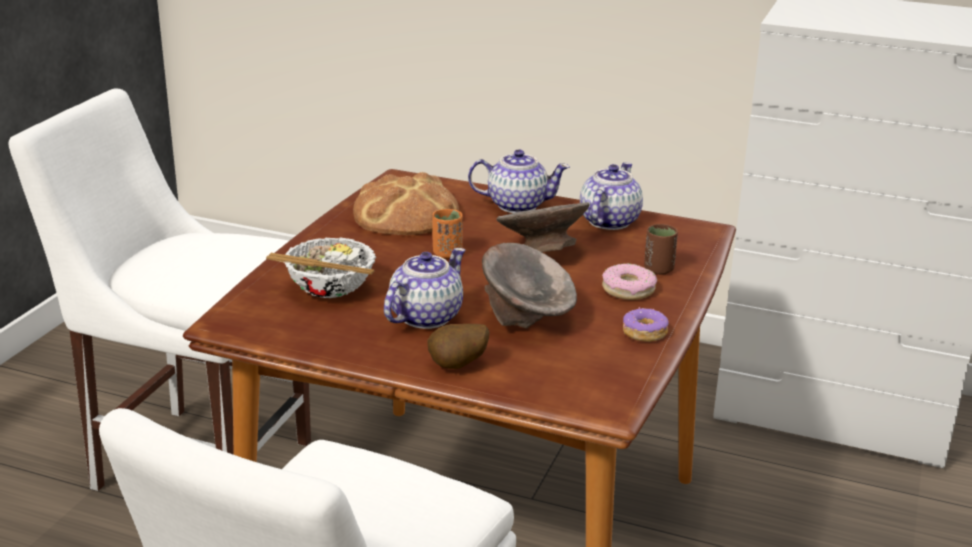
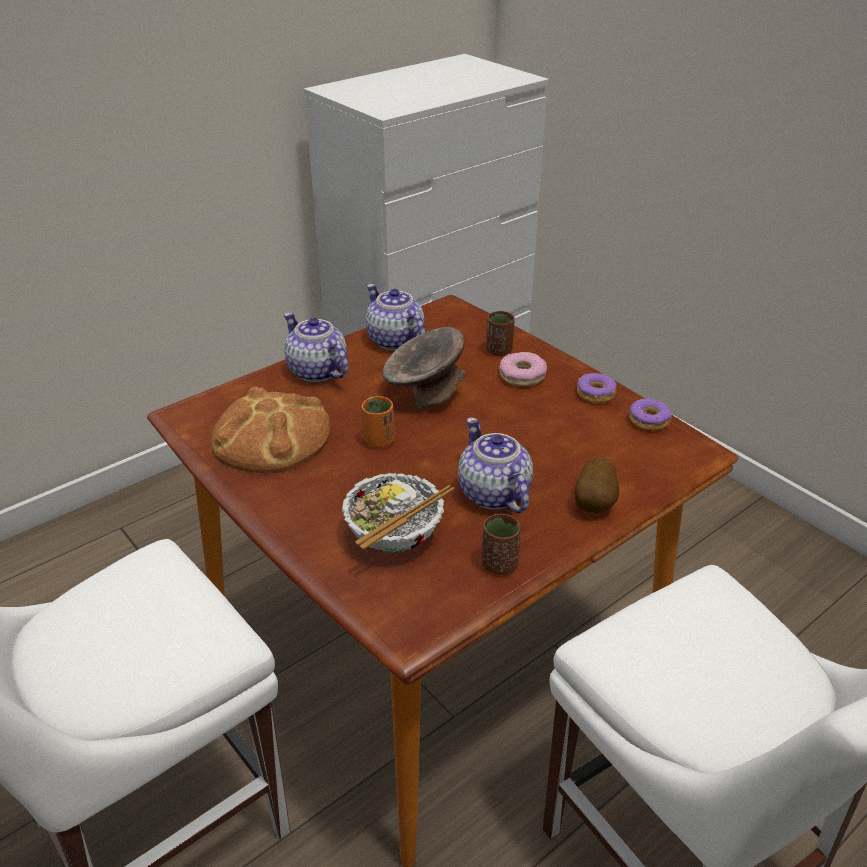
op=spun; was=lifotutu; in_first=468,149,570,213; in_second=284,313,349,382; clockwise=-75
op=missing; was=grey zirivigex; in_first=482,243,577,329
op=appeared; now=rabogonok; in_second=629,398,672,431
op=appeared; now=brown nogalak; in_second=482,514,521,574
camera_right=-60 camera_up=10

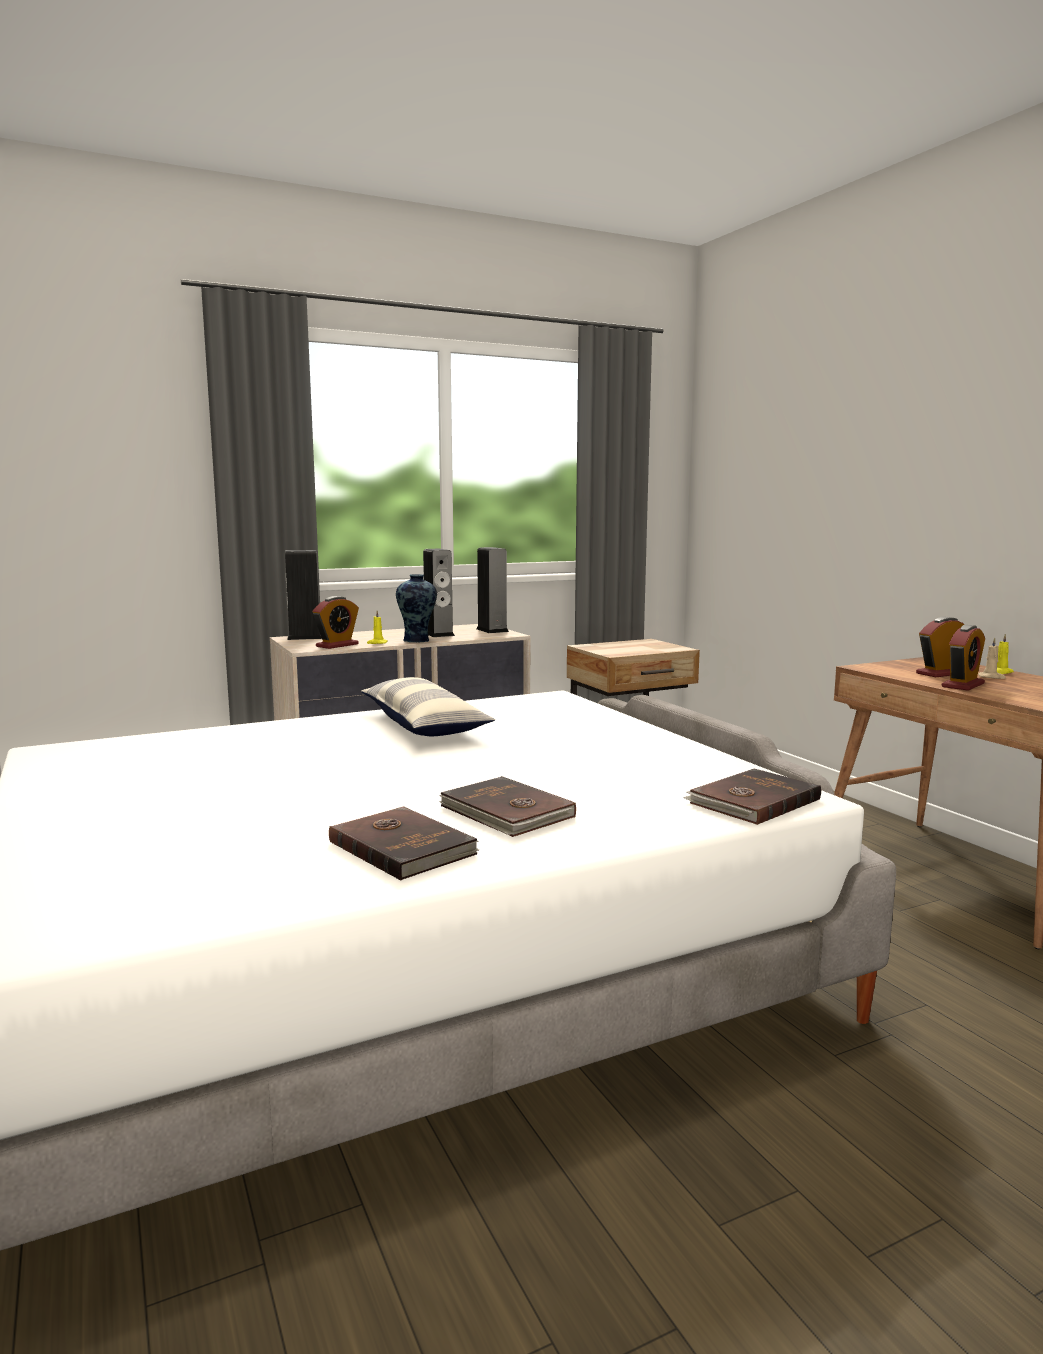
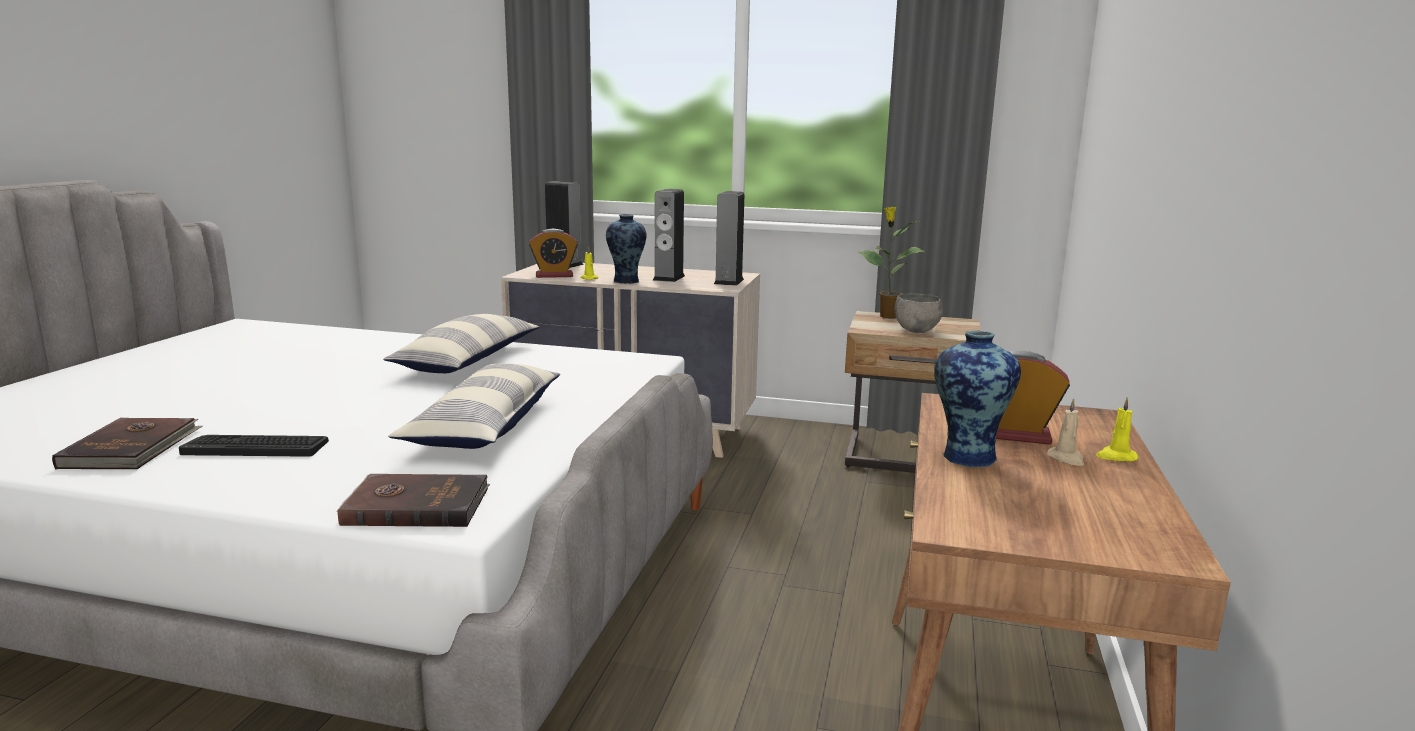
op=exchanged; was=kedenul; now=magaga; in_first=942,625,985,691; in_second=934,331,1021,467
op=exchanged; was=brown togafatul; now=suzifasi; in_first=439,776,576,837; in_second=179,435,329,457
op=appeared; now=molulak; in_second=857,207,925,319
op=appeared; now=grey zirivigex; in_second=895,293,943,333
op=appeared; now=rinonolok; in_second=389,363,560,449
camera_right=40 camera_up=5

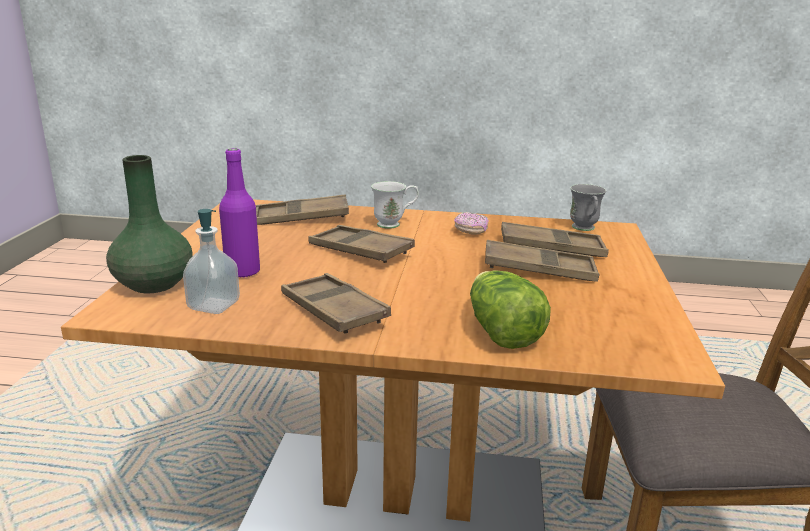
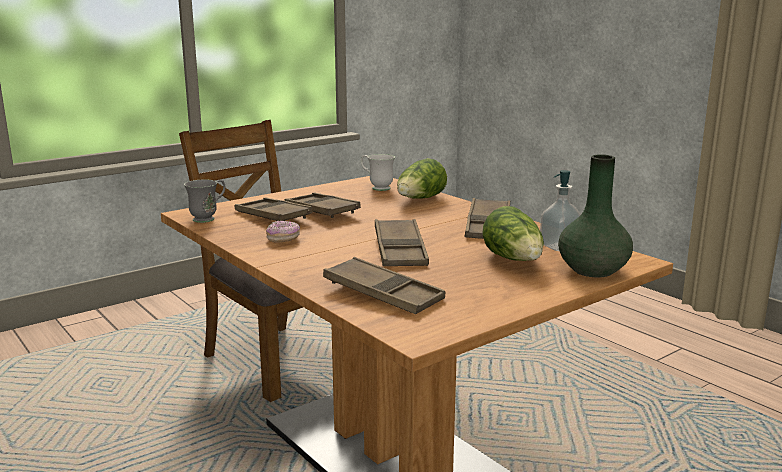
op=exchanged; was=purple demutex; now=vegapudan; in_first=219,148,260,277; in_second=482,206,544,261
op=relocated; was=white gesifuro; in_first=371,181,419,229; in_second=361,154,395,191
camera_right=-135 camera_up=-5

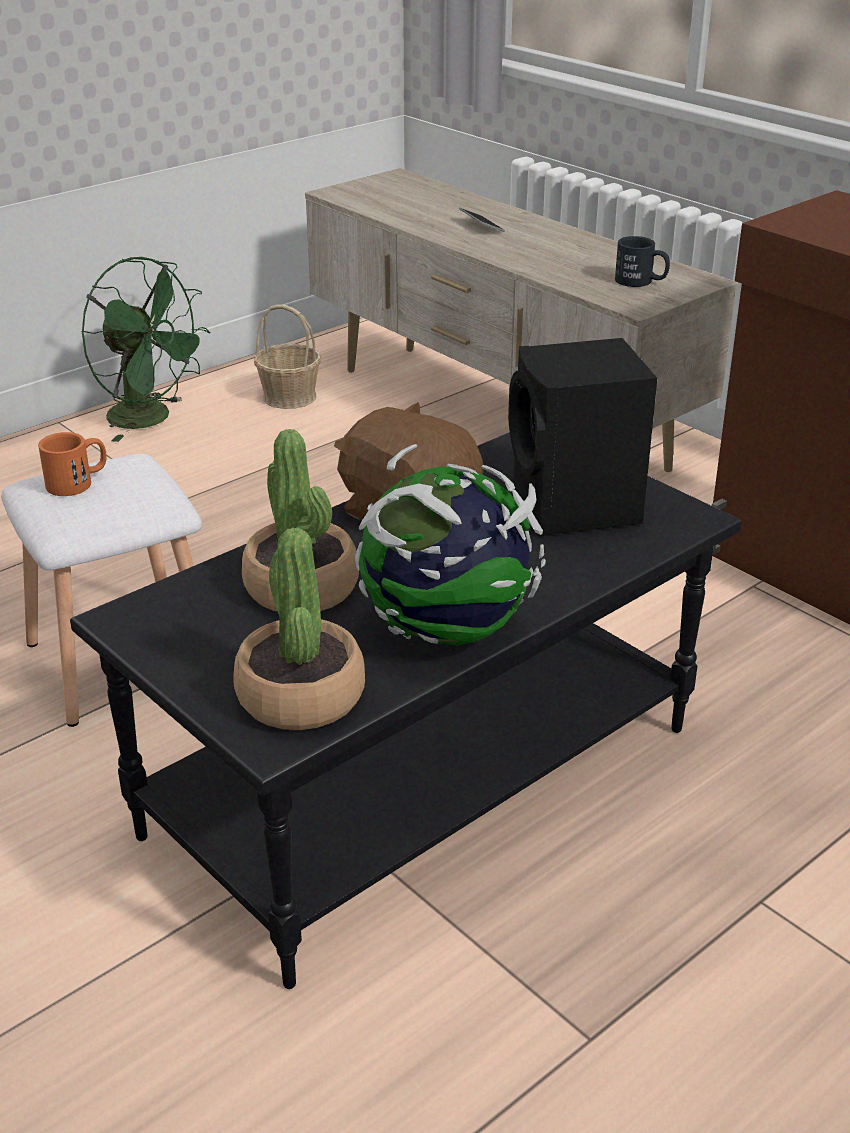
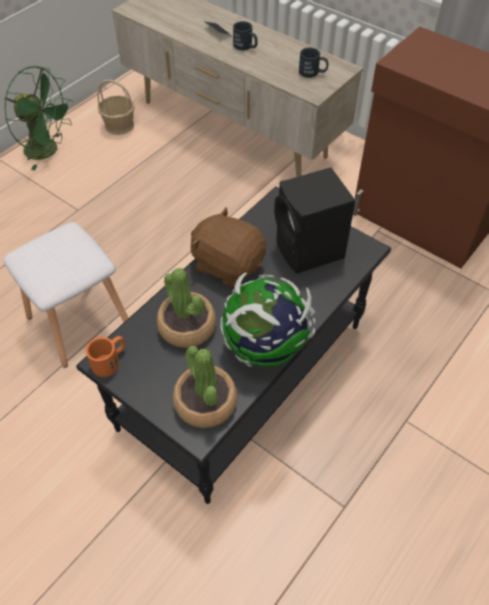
op=relocated; was=orange gesifuro; in_first=38,432,107,496; in_second=86,336,125,377
op=appeared; now=black gesifuro; in_second=233,21,258,50
camera_right=-10 camera_up=20

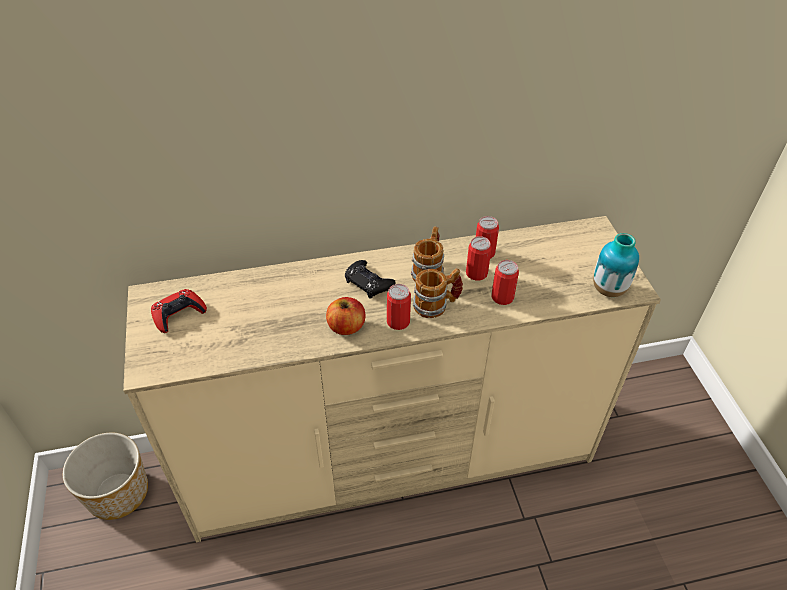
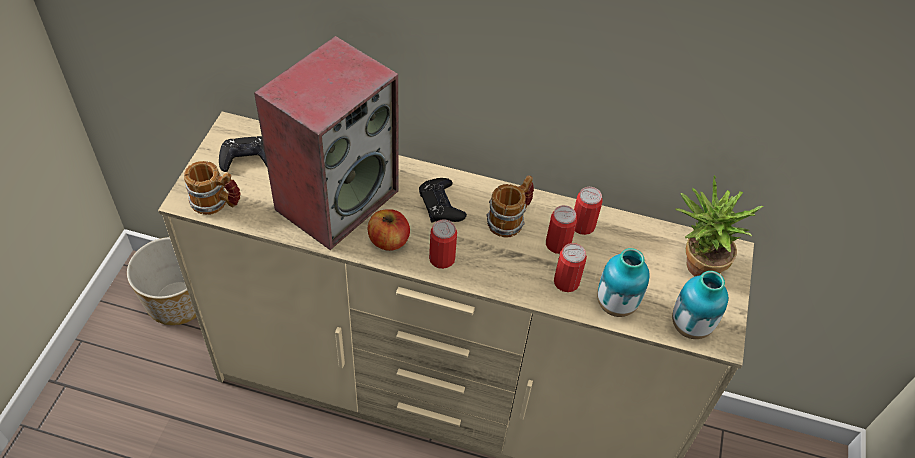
op=relocated; was=gesifuro; in_first=413,268,463,318; in_second=184,161,241,215
op=colour; was=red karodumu; now=black karodumu; in_first=151,289,207,333; in_second=219,136,267,172
op=appeared; now=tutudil; in_second=254,36,399,250
op=appeared; now=molulak; in_second=675,175,763,276
op=appeared; now=magaga; in_second=597,248,649,317
camera_right=25 camera_up=5

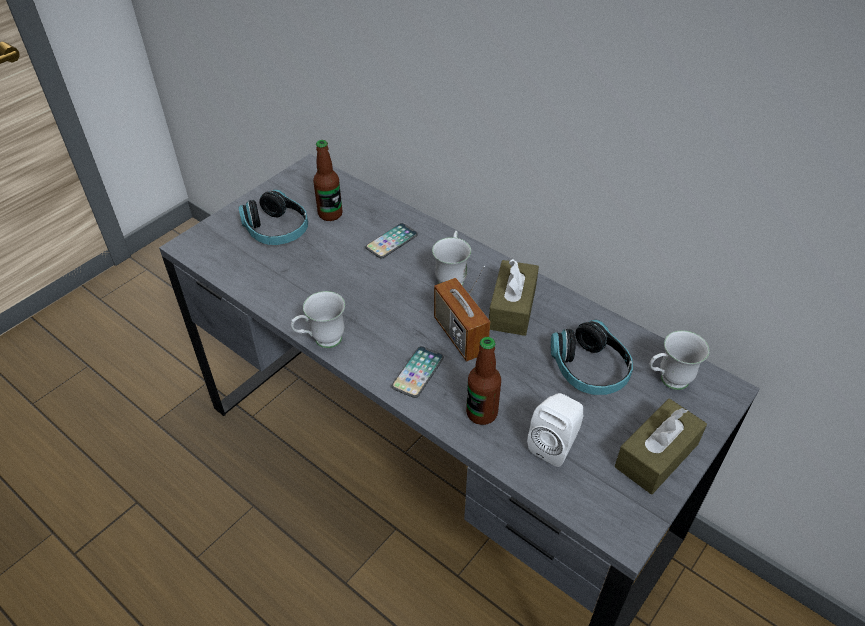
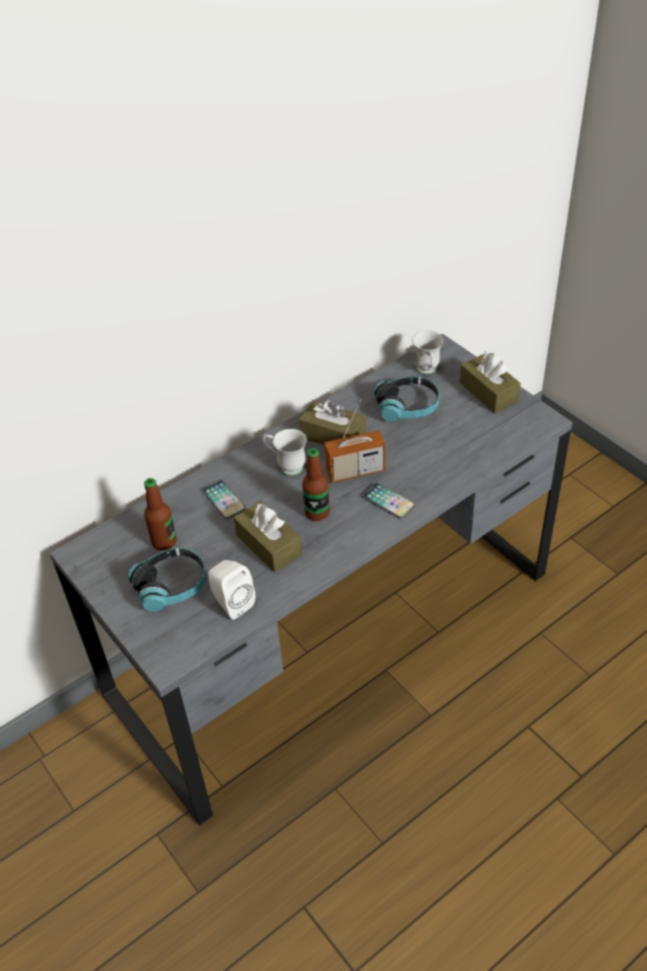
op=missing; was=white gesifuro; in_first=291,291,345,348
op=relocated; was=demutex; in_first=466,337,501,425; in_second=302,448,330,521
op=relocated; was=white tutudil; in_first=527,393,584,467; in_second=208,560,255,620
op=appeared; now=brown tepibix; in_second=234,501,302,573
camera_right=-75 camera_up=0

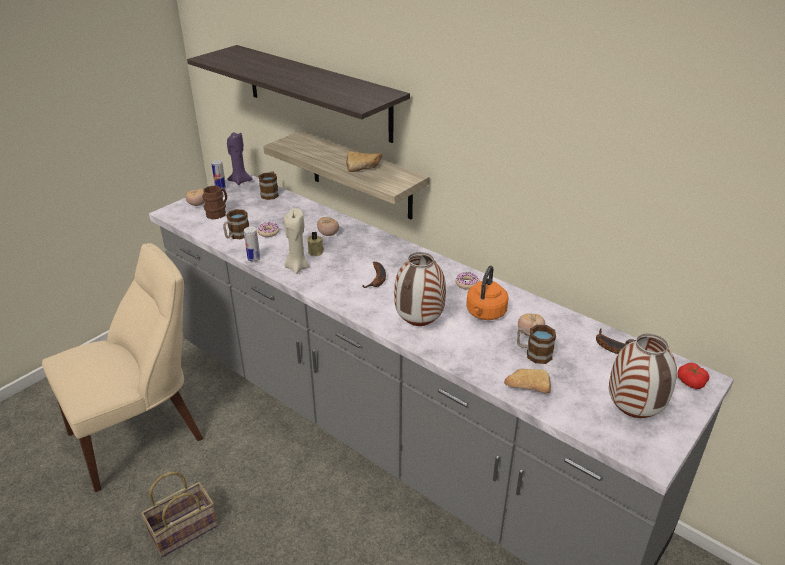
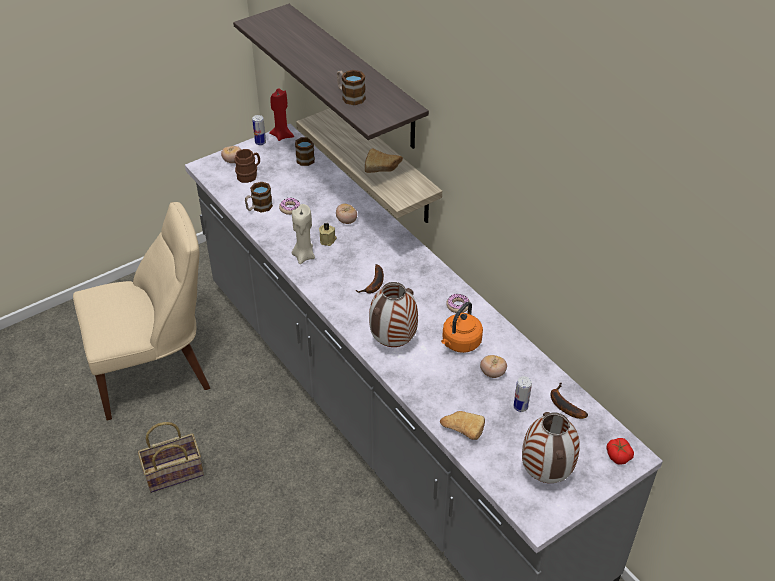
op=colour; was=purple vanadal; now=red vanadal; in_first=227,132,252,185; in_second=269,88,294,141
op=relocated; was=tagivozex; in_first=244,227,260,262; in_second=513,376,532,412
op=relocated; was=gesifuro; in_first=517,325,556,364; in_second=337,70,366,105
camera_right=15 camera_up=10

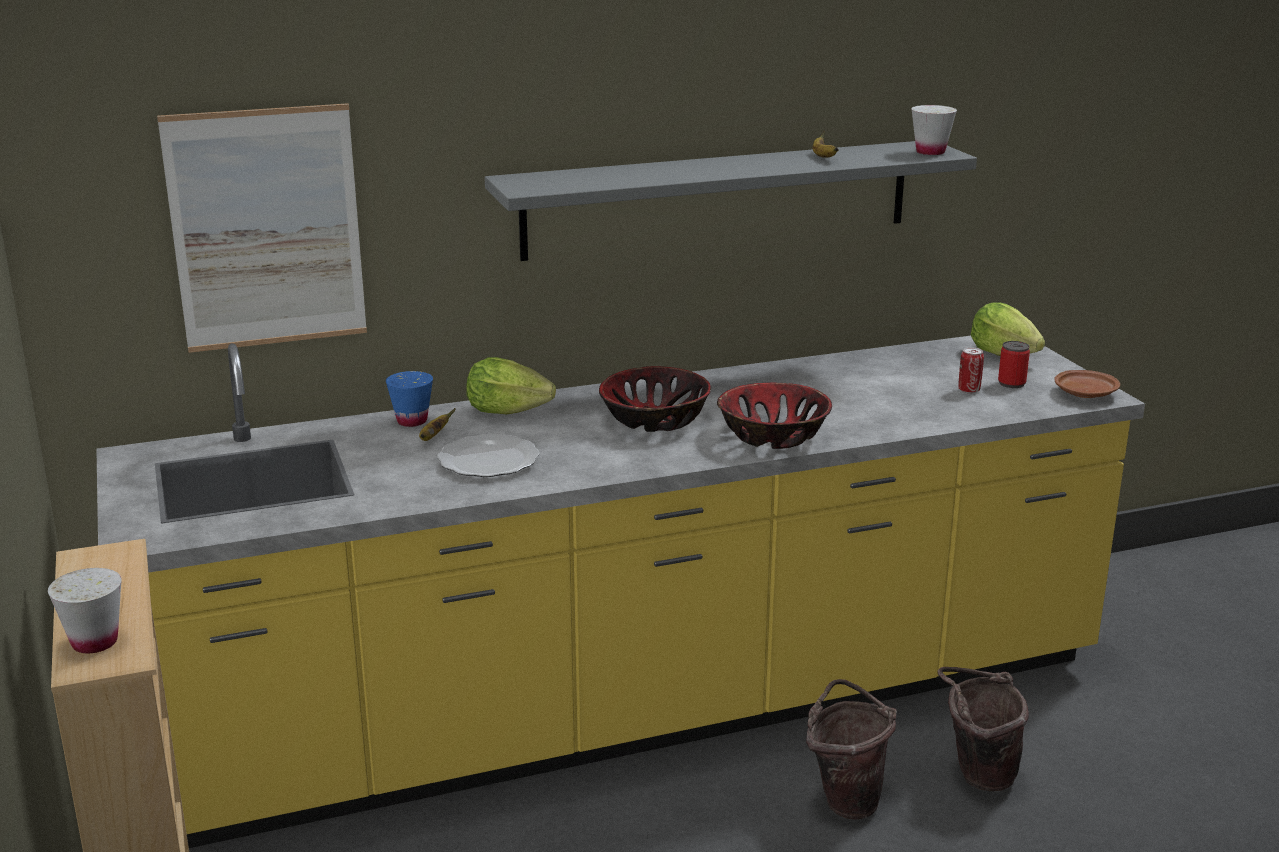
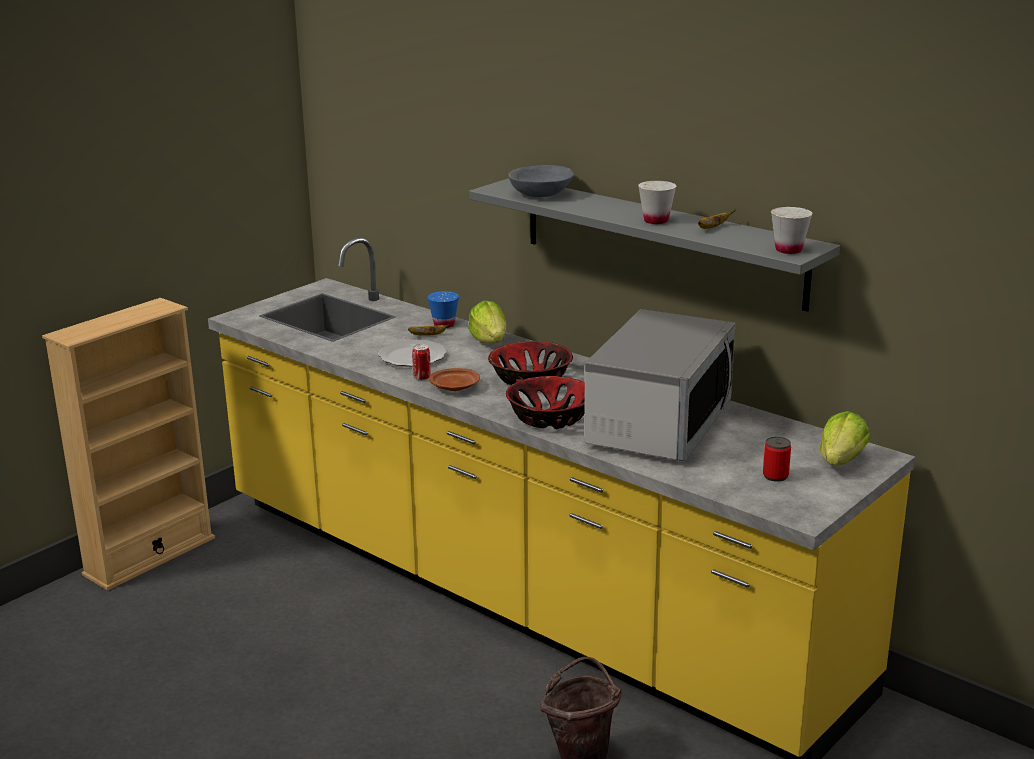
op=missing; was=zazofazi; in_first=157,103,367,353
op=relocated; was=tagivozex; in_first=958,347,984,393; in_second=412,344,431,380
op=relocated; was=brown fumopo; in_first=1054,370,1120,398; in_second=429,368,480,391
op=relocated; was=white nogalak; in_first=48,568,122,653; in_second=638,181,676,224
op=missing; was=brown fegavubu; in_first=806,679,897,820
op=appeared; now=grey zirivigex; in_second=509,165,574,197
op=appeared; now=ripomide; in_second=584,309,735,461
camera_right=60 camera_up=0

